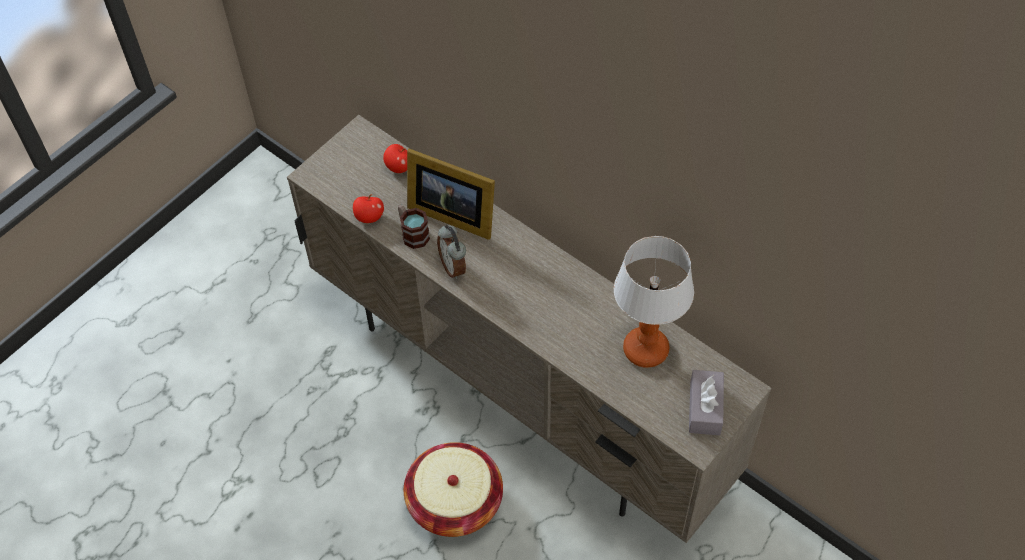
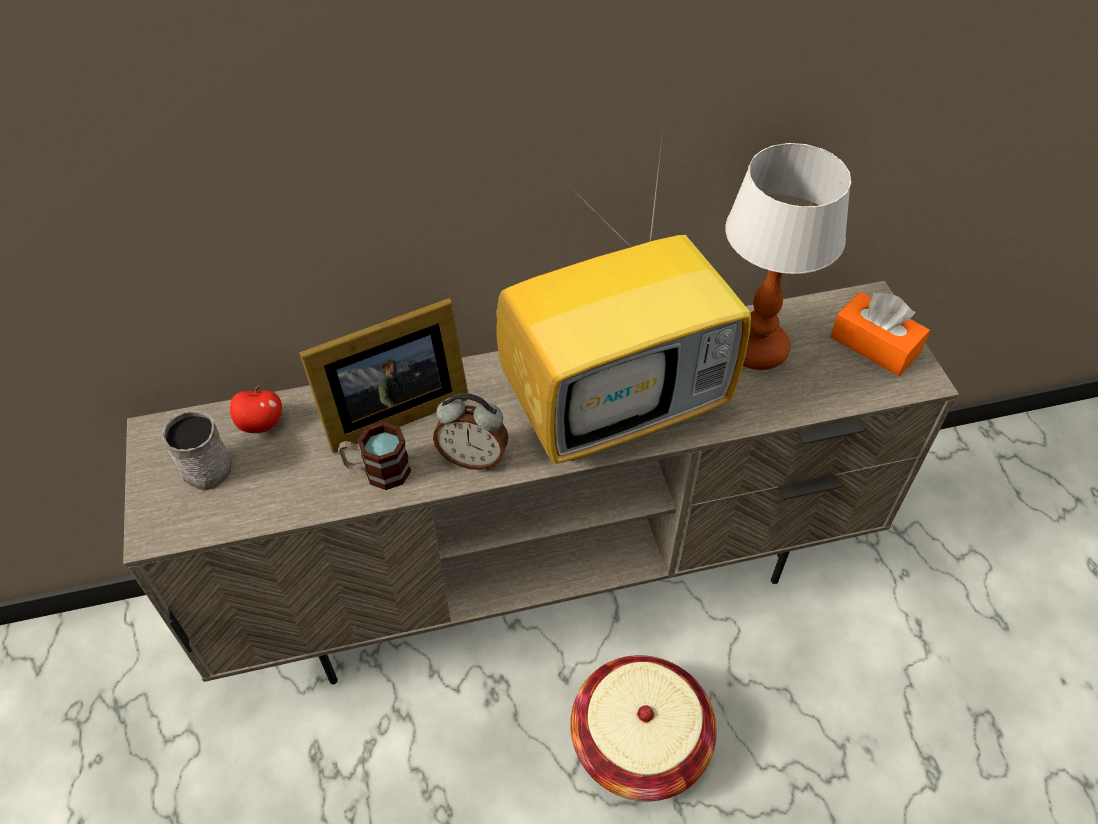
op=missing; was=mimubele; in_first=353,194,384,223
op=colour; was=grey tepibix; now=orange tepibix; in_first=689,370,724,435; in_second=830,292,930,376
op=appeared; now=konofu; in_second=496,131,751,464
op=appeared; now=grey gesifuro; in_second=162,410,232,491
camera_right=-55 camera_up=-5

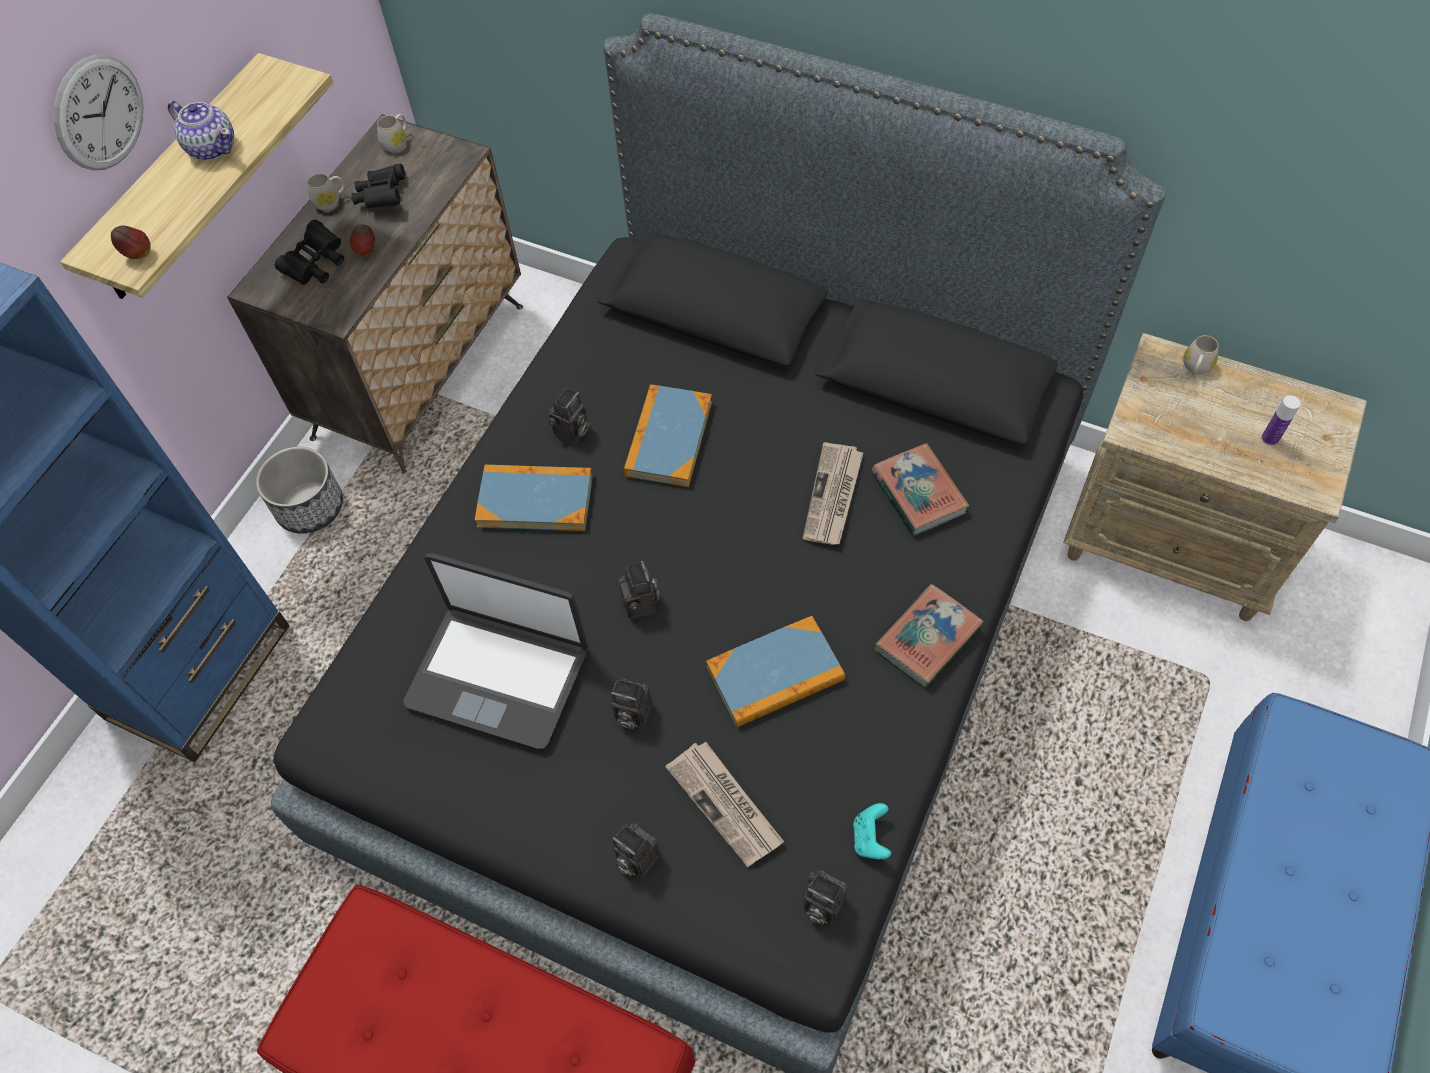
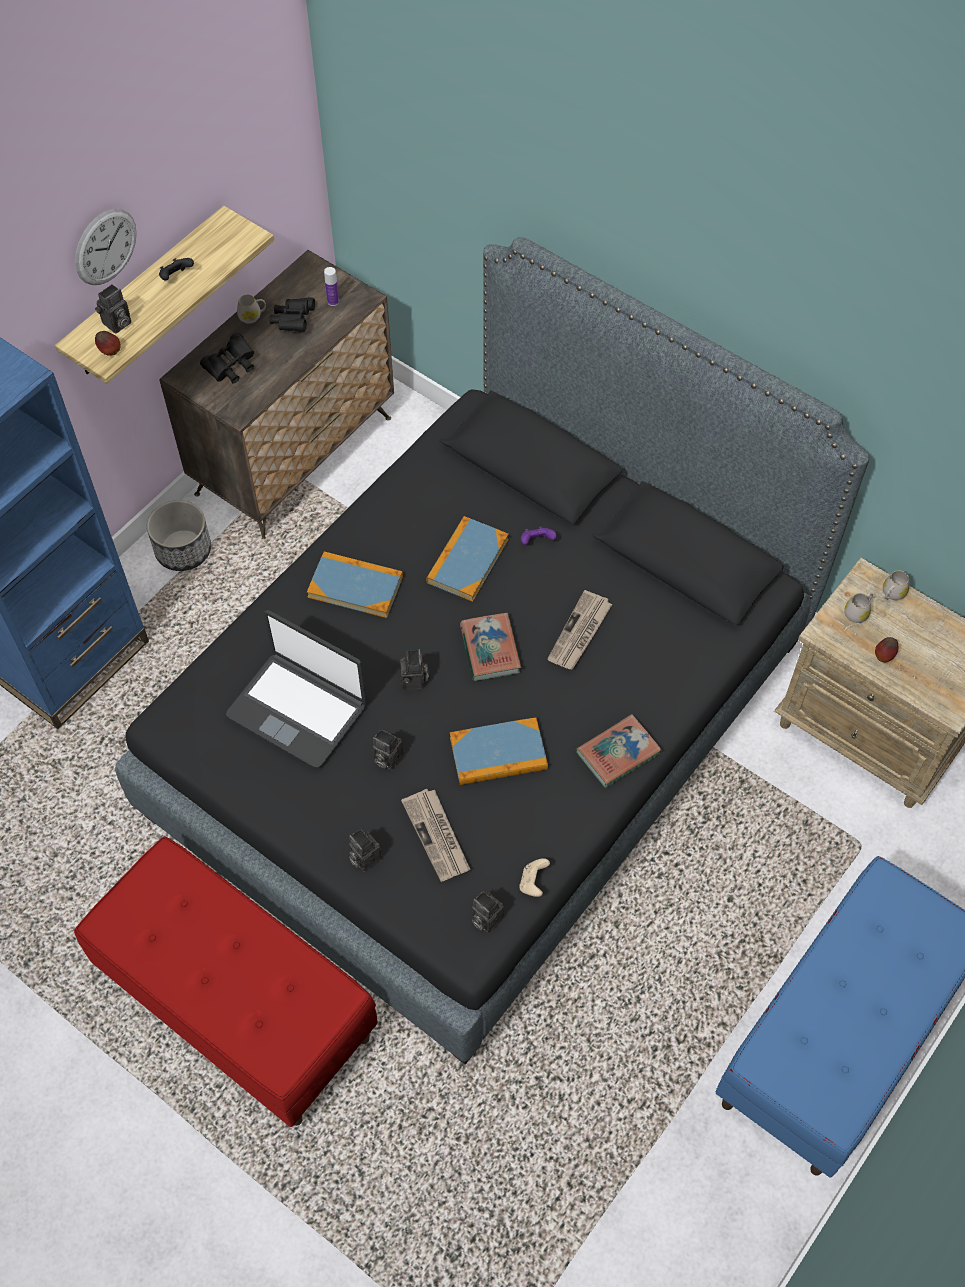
op=exchanged; was=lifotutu; now=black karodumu; in_first=168,101,234,160; in_second=159,258,194,280
op=relocated; was=white gesifuro; in_first=377,114,407,152; in_second=844,592,873,623
op=relocated; was=mimubele; in_first=350,225,375,256; in_second=875,637,898,663
op=relocated; was=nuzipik; in_first=548,388,589,444; in_second=95,284,131,334
op=relocated; was=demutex; in_first=1261,395,1301,446; in_second=324,267,339,306
op=relocated; was=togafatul; in_first=872,443,970,536; in_second=460,613,521,681
op=colour; was=turquoise karodumu; now=beige karodumu; in_first=853,803,891,859; in_second=519,858,550,897
op=appeared; now=purple karodumu; in_second=521,526,557,545
camera_right=10 camera_up=0

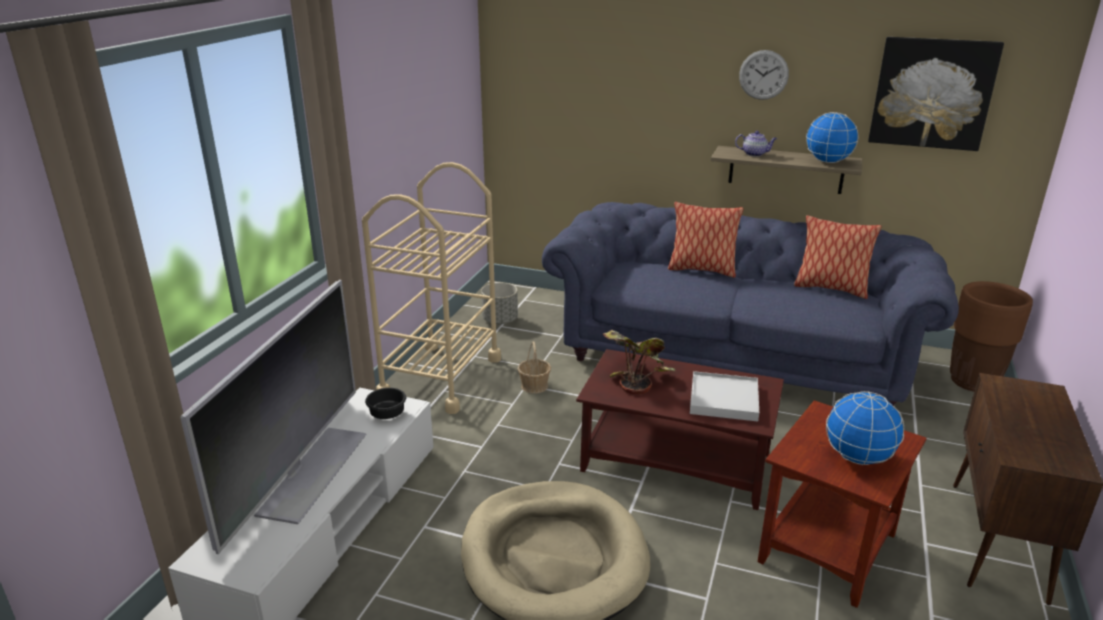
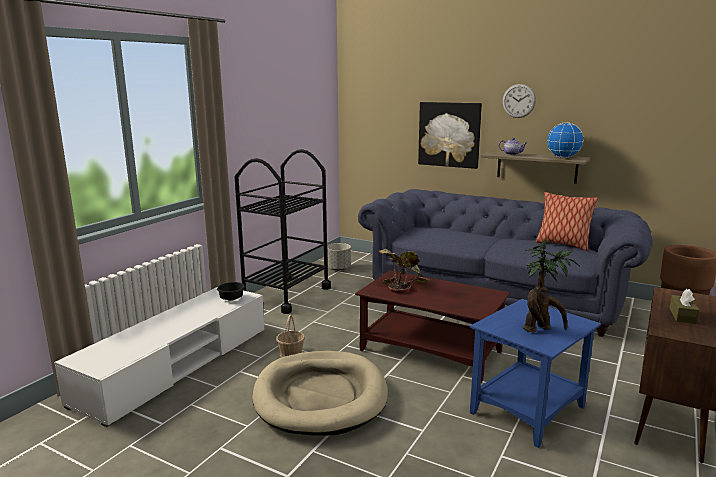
op=relocated; was=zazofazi; in_first=868,37,1004,151; in_second=418,102,482,169
op=colour; was=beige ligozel; now=black ligozel; in_first=362,162,501,414; in_second=235,149,331,314
op=missing; was=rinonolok; in_first=668,202,743,278
op=missing; was=konofu; in_first=180,280,366,554
op=relocated; was=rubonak; in_first=518,341,551,394; in_second=276,314,305,358
op=missing; was=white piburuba; in_first=690,371,759,421
op=exchanged; was=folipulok; now=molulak; in_first=826,391,904,465; in_second=523,239,580,332
op=colour; was=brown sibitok; now=blue sibitok; in_first=758,400,927,608; in_second=470,299,601,448
op=appeared; now=brown tepibix; in_second=669,289,700,324
camera_right=10 camera_up=-10

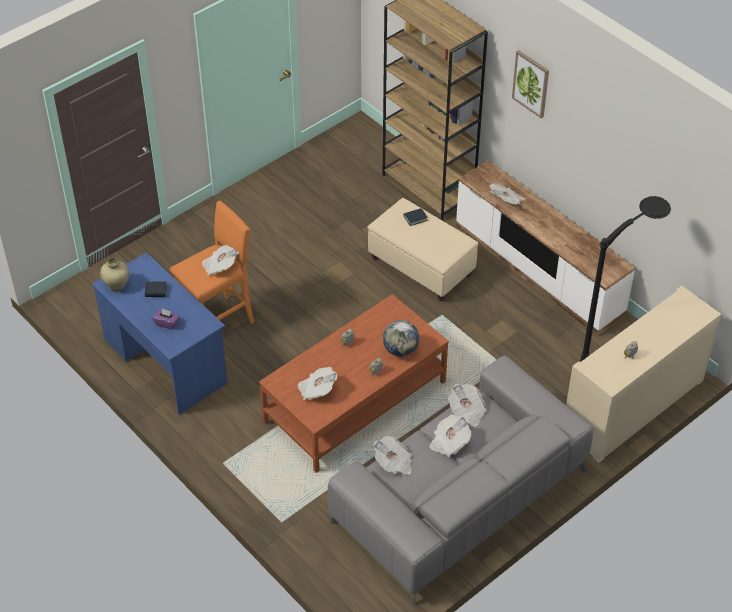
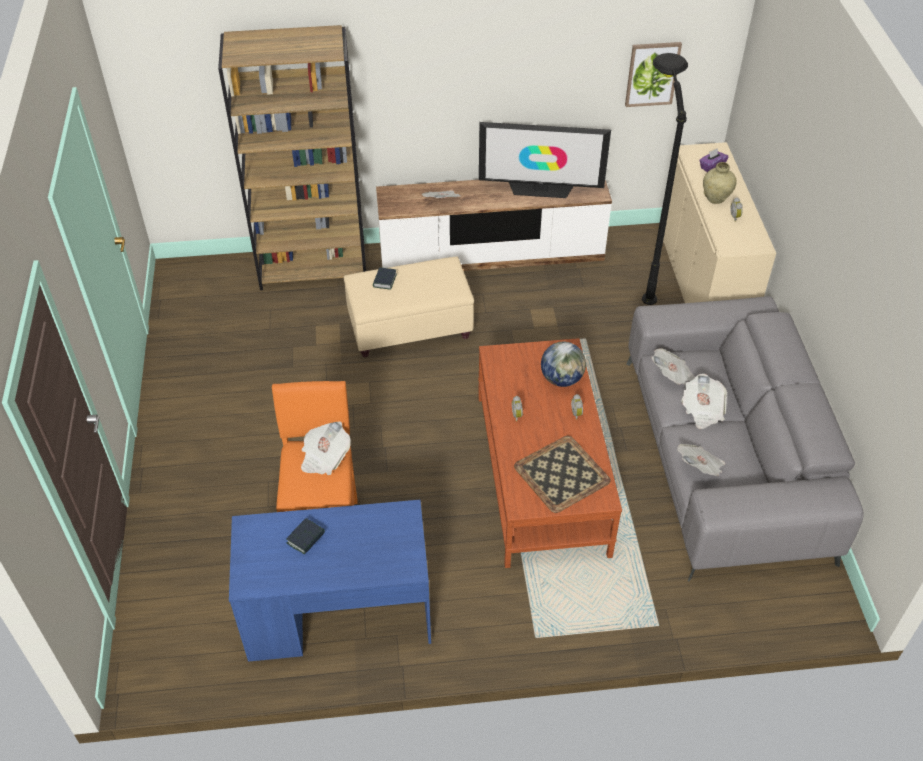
op=relocated; was=zazofazi; in_first=512,50,549,118; in_second=625,42,682,107
op=relocated; was=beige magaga; in_first=100,258,129,291; in_second=703,162,737,204
op=relocated; was=purple tepibix; in_first=152,309,179,330; in_second=699,148,728,172
op=exchanged; was=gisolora; now=piburuba; in_first=298,367,337,400; in_second=514,436,611,513
op=appeared; now=konofu; in_second=479,122,611,198
camera_right=-55 camera_up=0

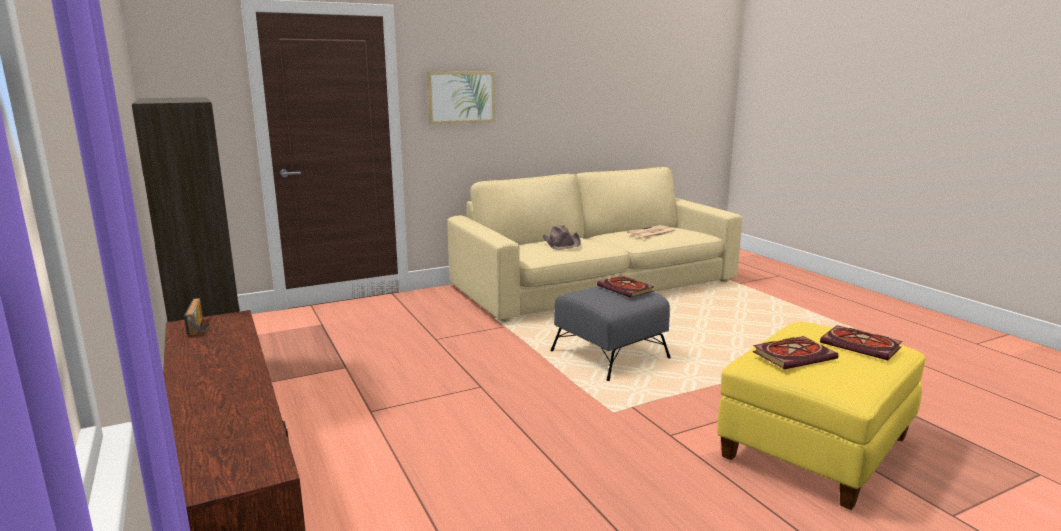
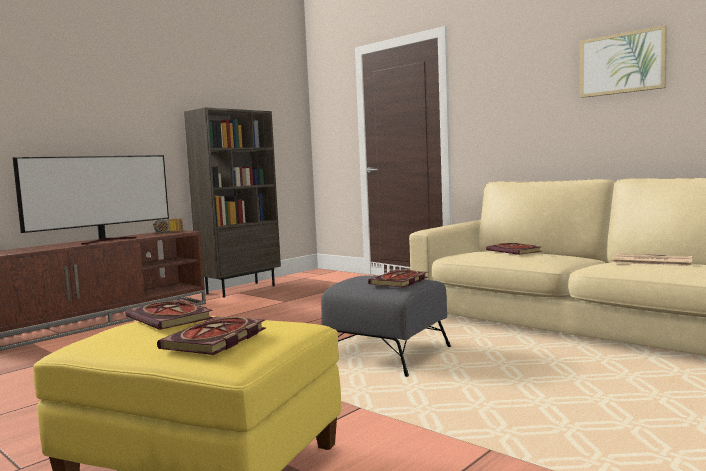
op=relocated; was=zazofazi; in_first=427,72,495,124; in_second=580,25,667,98
op=exchanged; was=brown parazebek; now=togafatul; in_first=543,225,581,250; in_second=486,243,542,255
op=appeared; now=konofu; in_second=13,155,169,245
camera_right=70 camera_up=-10

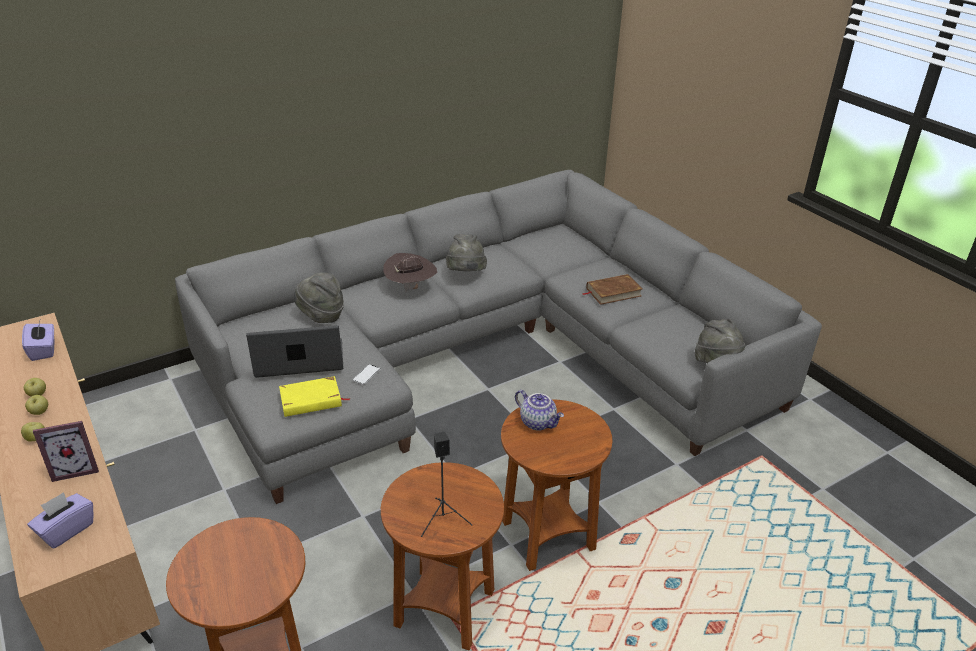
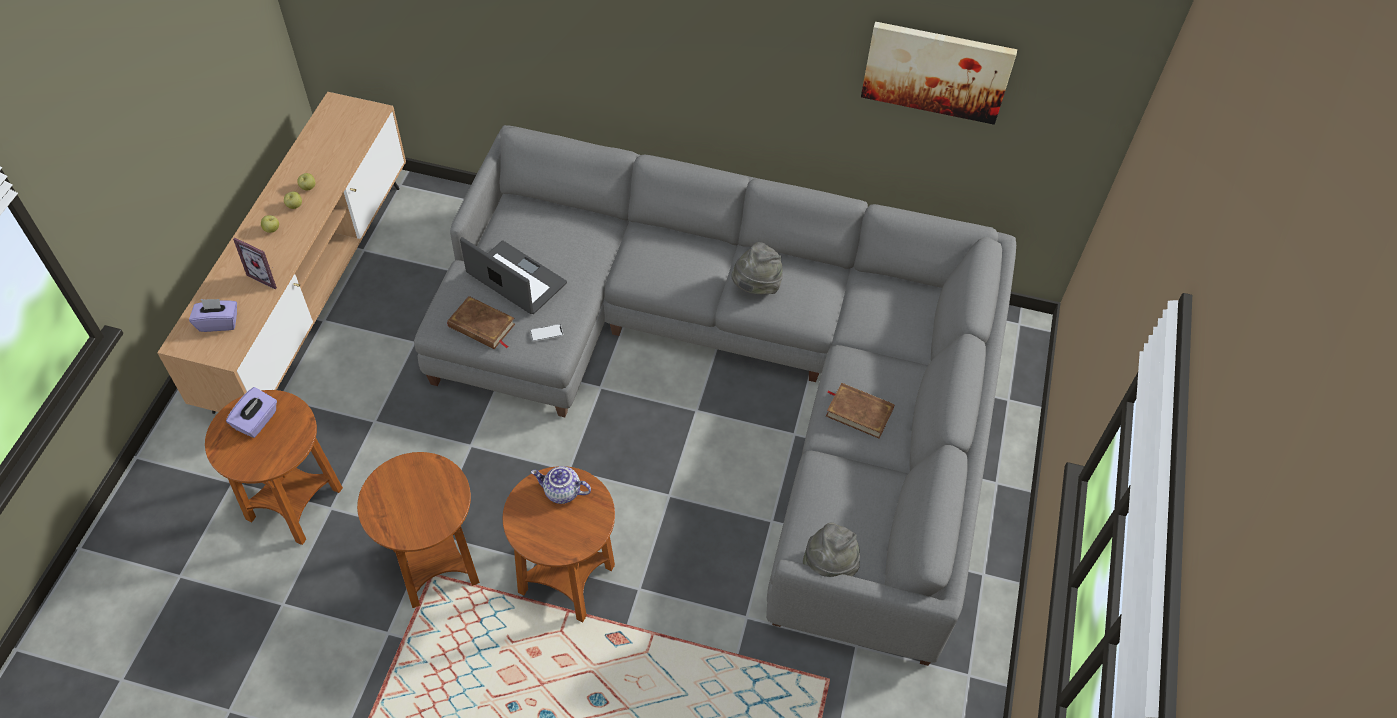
op=missing; was=brown parazebek; in_first=383,253,437,292
op=missing; was=grey parazebek; in_first=294,272,344,323
op=relocated; was=purple tepibix; in_first=22,321,55,361; in_second=226,387,277,438
op=colour; was=yellow togafatul; now=brown togafatul; in_first=279,376,350,417; in_second=447,296,515,349
op=spun; was=lifotutu; in_first=515,390,564,431; in_second=531,466,591,504; clockwise=105
op=missing; was=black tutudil; in_first=421,432,473,537
op=appeared; now=zazofazi; in_second=861,22,1017,125
camera_right=45 camera_up=20

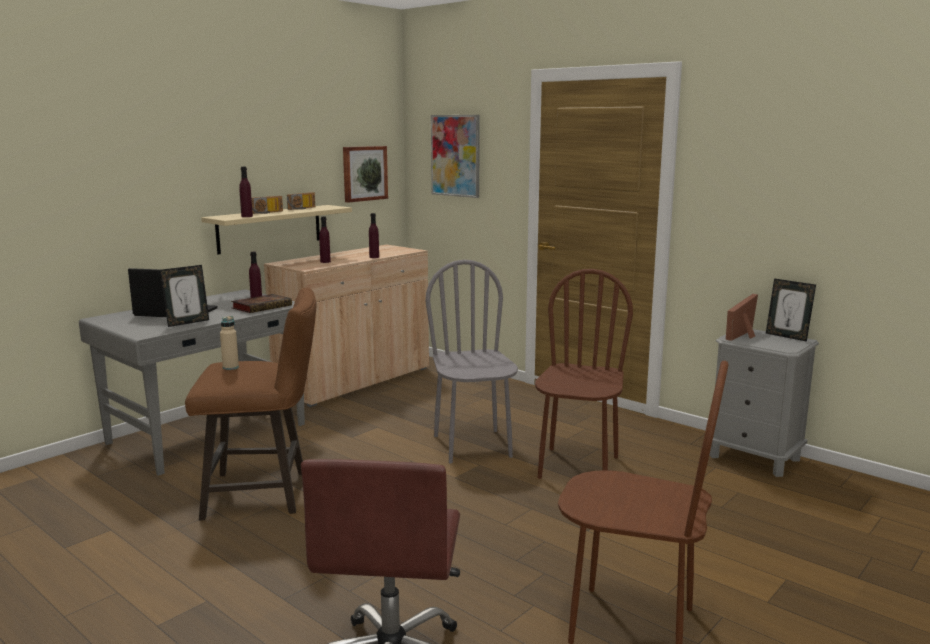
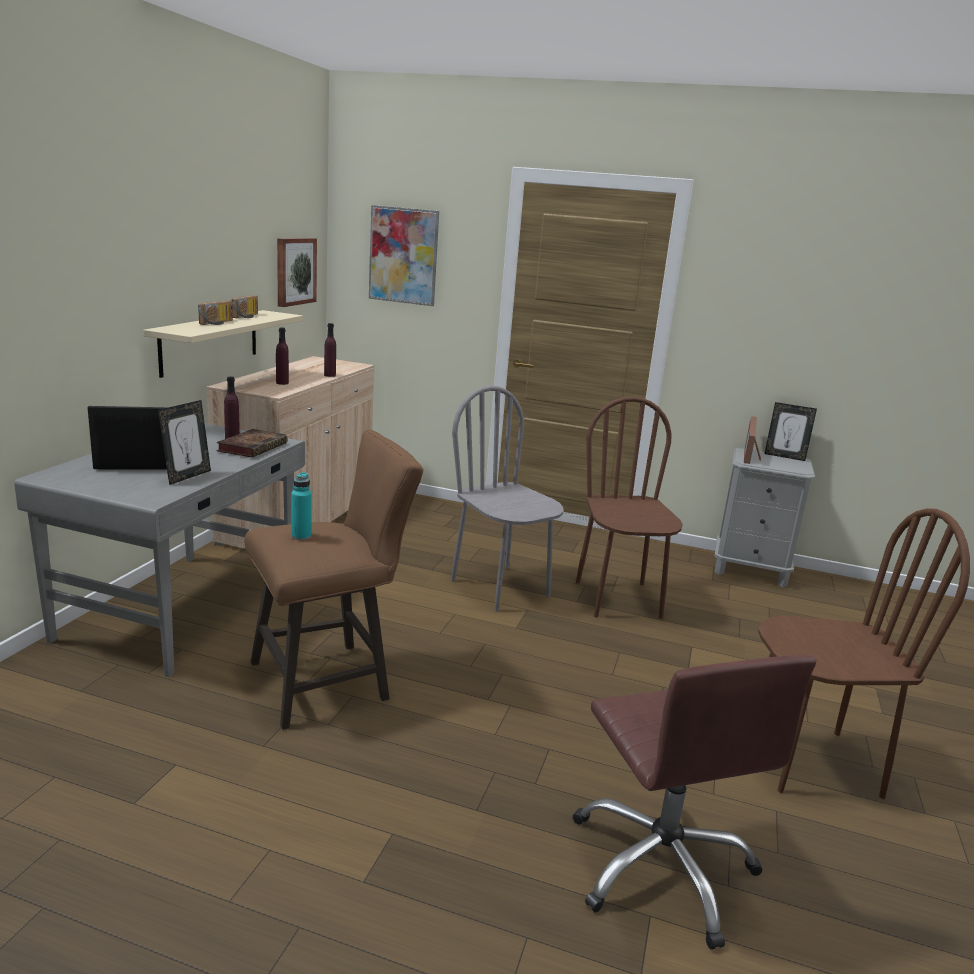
op=missing; was=purple demutex; in_first=239,167,253,217
op=colour; was=beige demutex; now=turquoise demutex; in_first=220,316,239,370; in_second=291,472,312,540
camera_right=-25 camera_up=5

